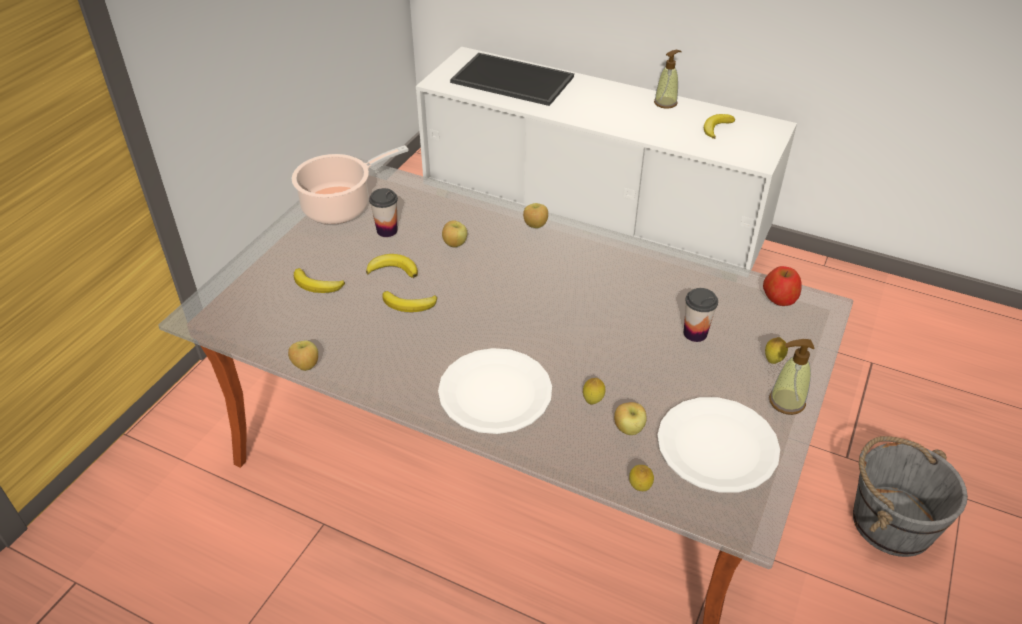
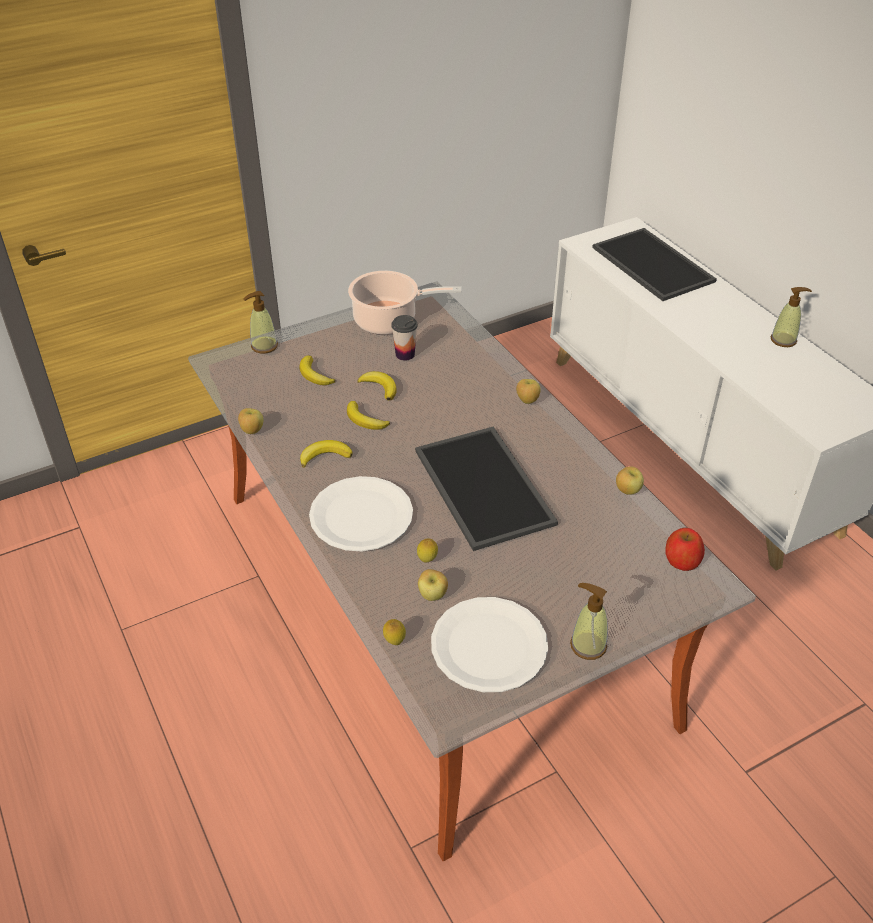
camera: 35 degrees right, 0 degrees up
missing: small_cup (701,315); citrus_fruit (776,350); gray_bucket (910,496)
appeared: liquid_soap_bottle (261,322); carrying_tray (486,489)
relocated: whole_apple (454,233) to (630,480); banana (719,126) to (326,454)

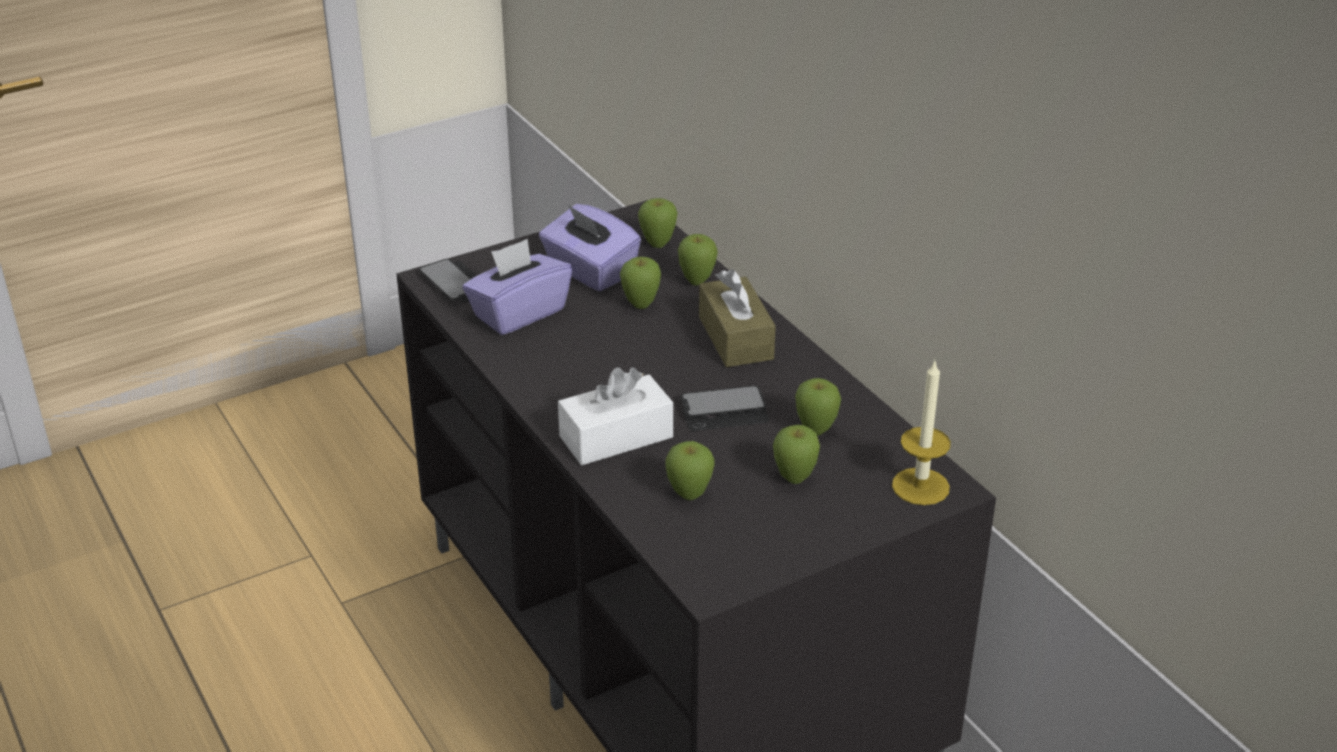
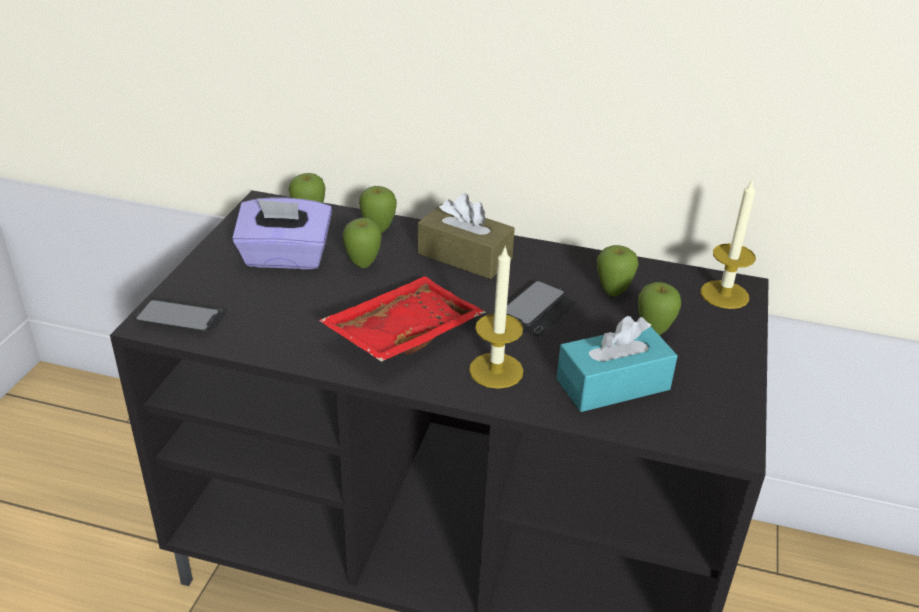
camera: 45 degrees left, 0 degrees up
missing: purple_tissue_holder (517,287)
appeared: red_carrying_tray (402,319)
exchanged: white_tissue_holder (615,416) to candle (496,317); whole_apple (689,470) to blue-green_tissue_holder (617,364)

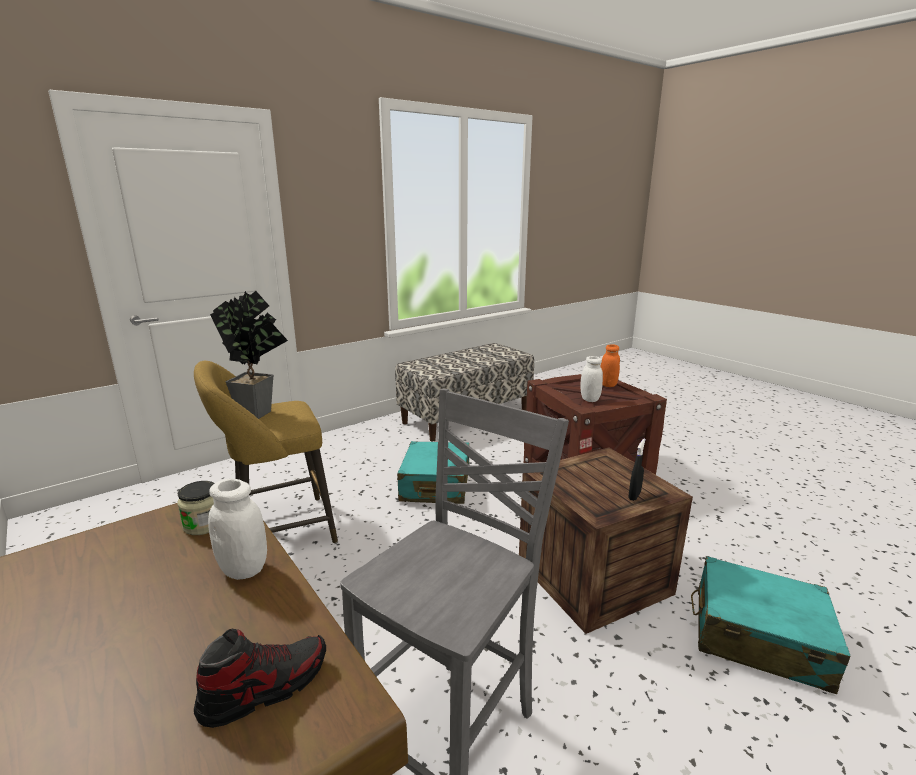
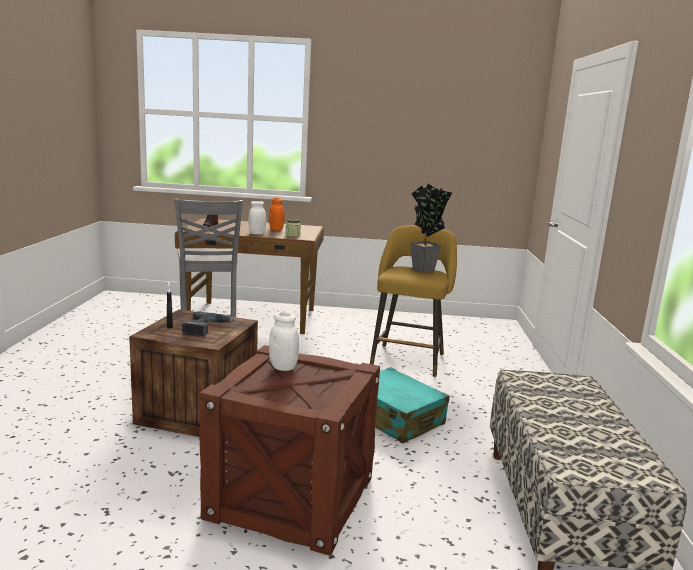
camera: 130 degrees right, 5 degrees down
missing: blue-green_travel_case (771,625)
appeared: drill (208,324)
relocated: orange-coloured_storage_jar (610,365) to (277,214)

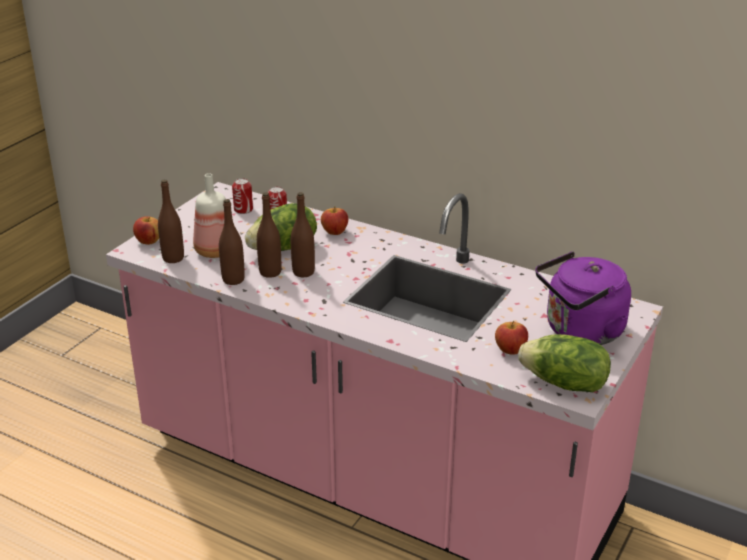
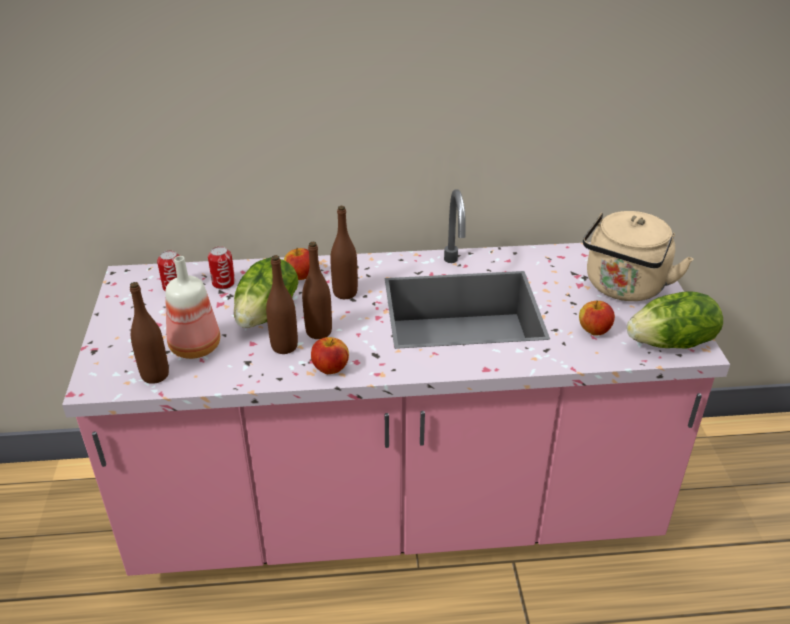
camera: 35 degrees left, 5 degrees up
relocated: whole_apple (146,230) to (330,355); brownish_beverage_bottle (232,242) to (344,252)
colour: purple_water_kettle (583,298) to beige_water_kettle (638,256)

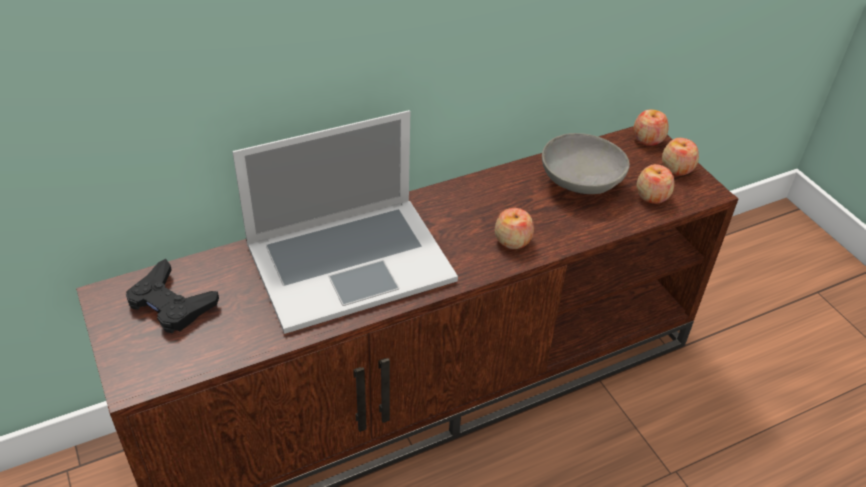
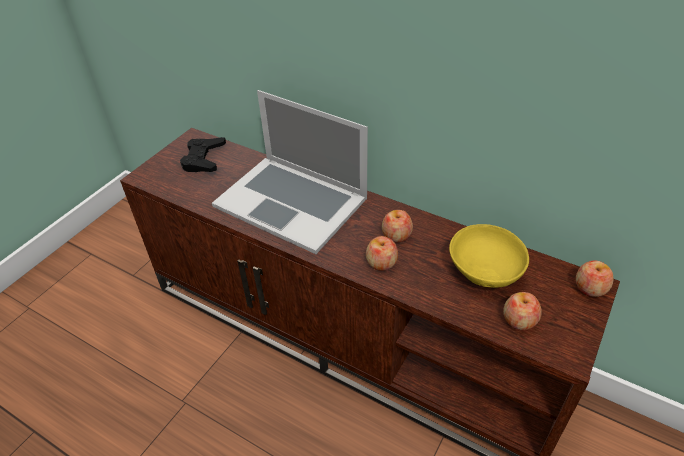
camera: 60 degrees right, 0 degrees up
relocated: whole_apple (680,156) to (397,226)
colour: gray_bowl (586,163) to yellowish_bowl (489,256)

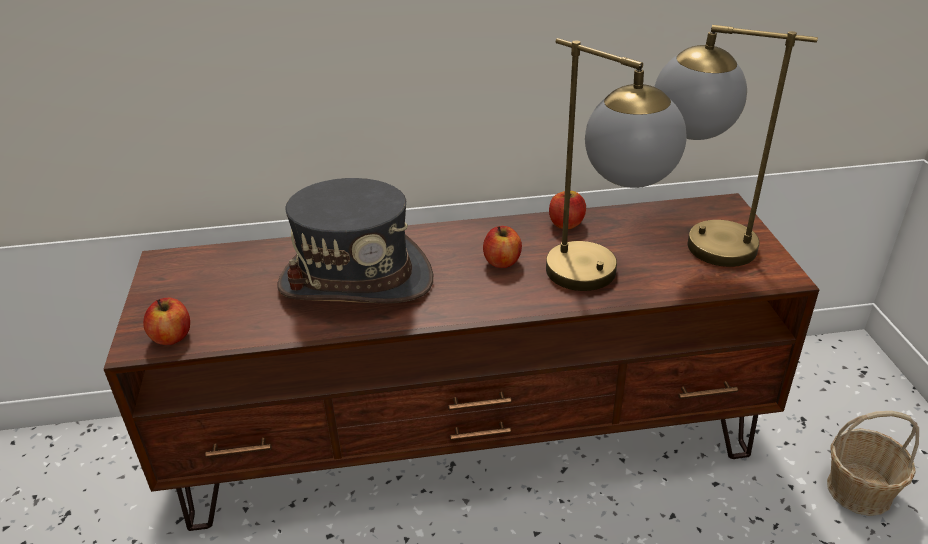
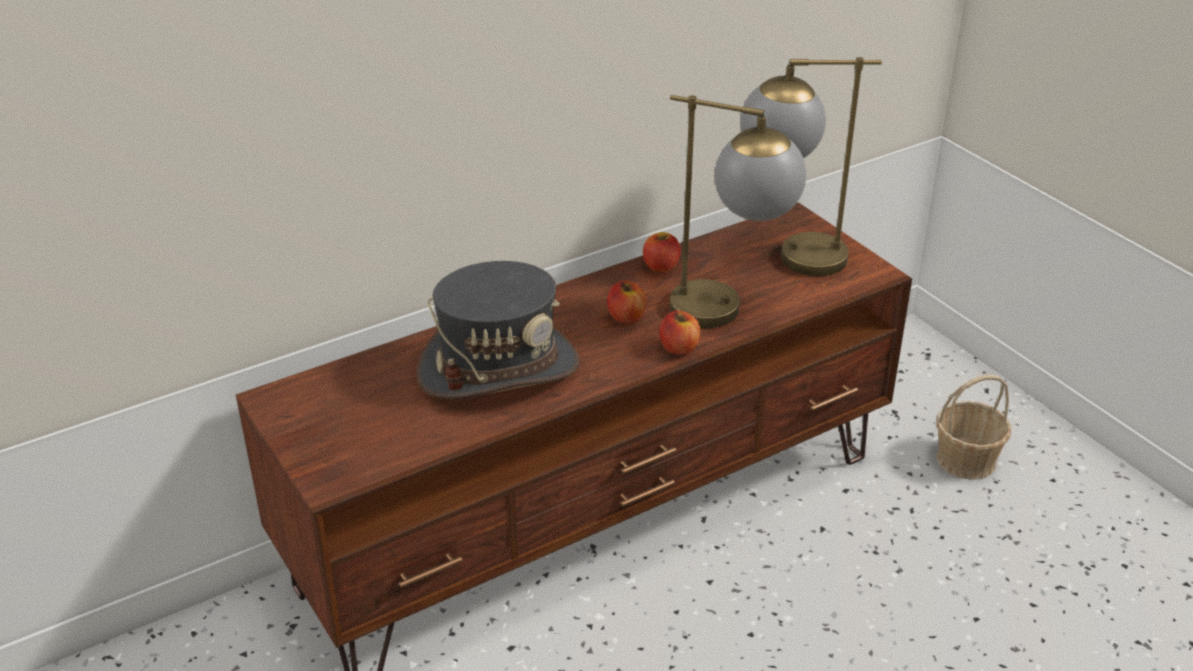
camera: 25 degrees left, 0 degrees up
relocated: whole_apple (166,321) to (679,333)

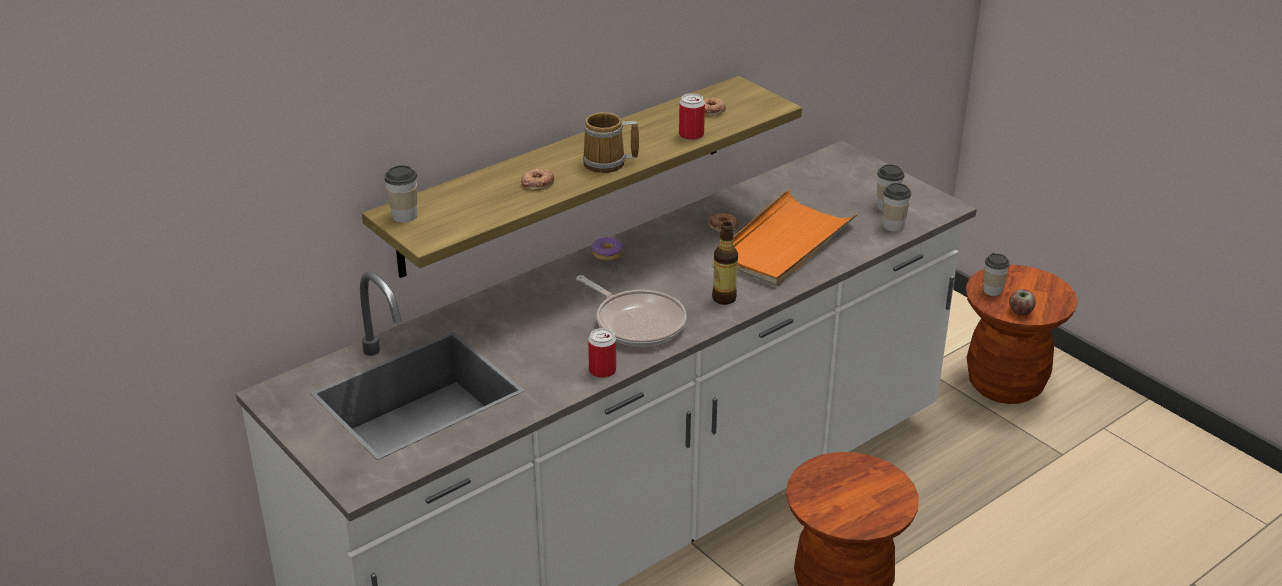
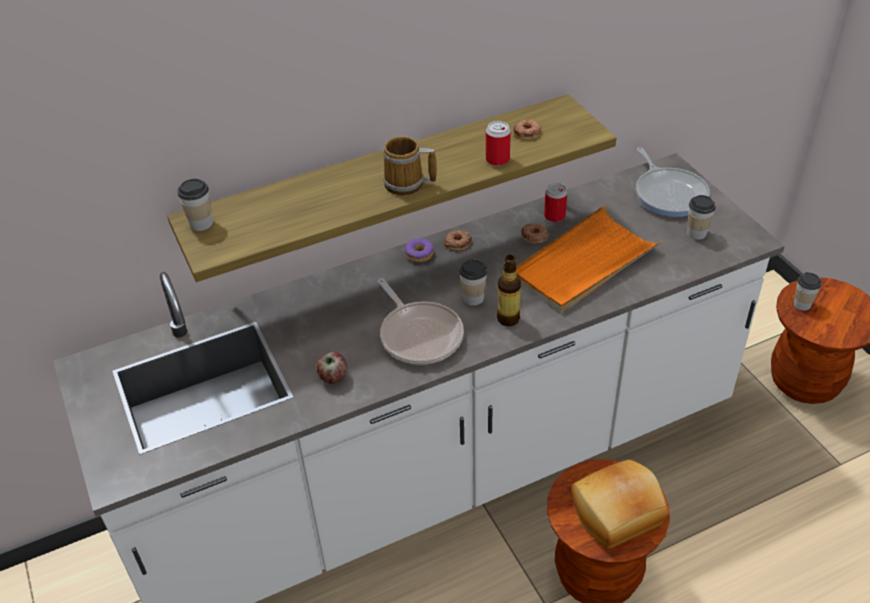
camera: 15 degrees right, 10 degrees up
appeared: bread (619,504); frying_pan (673,182)
relocated: doughnut (537,179) to (458,240); metal_can (602,353) to (555,202); small_cup (897,207) to (473,282); whole_apple (1022,302) to (332,368)

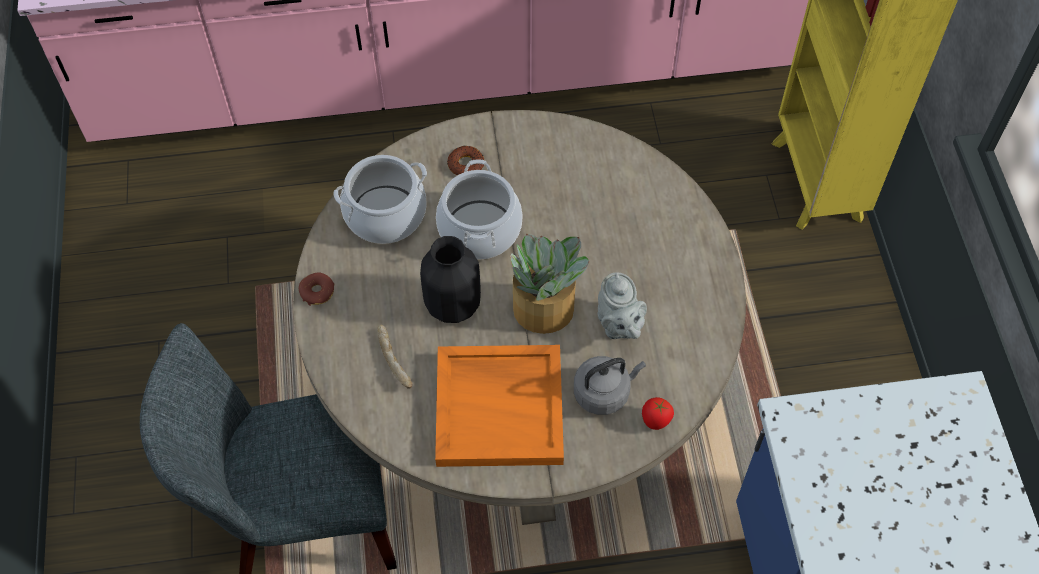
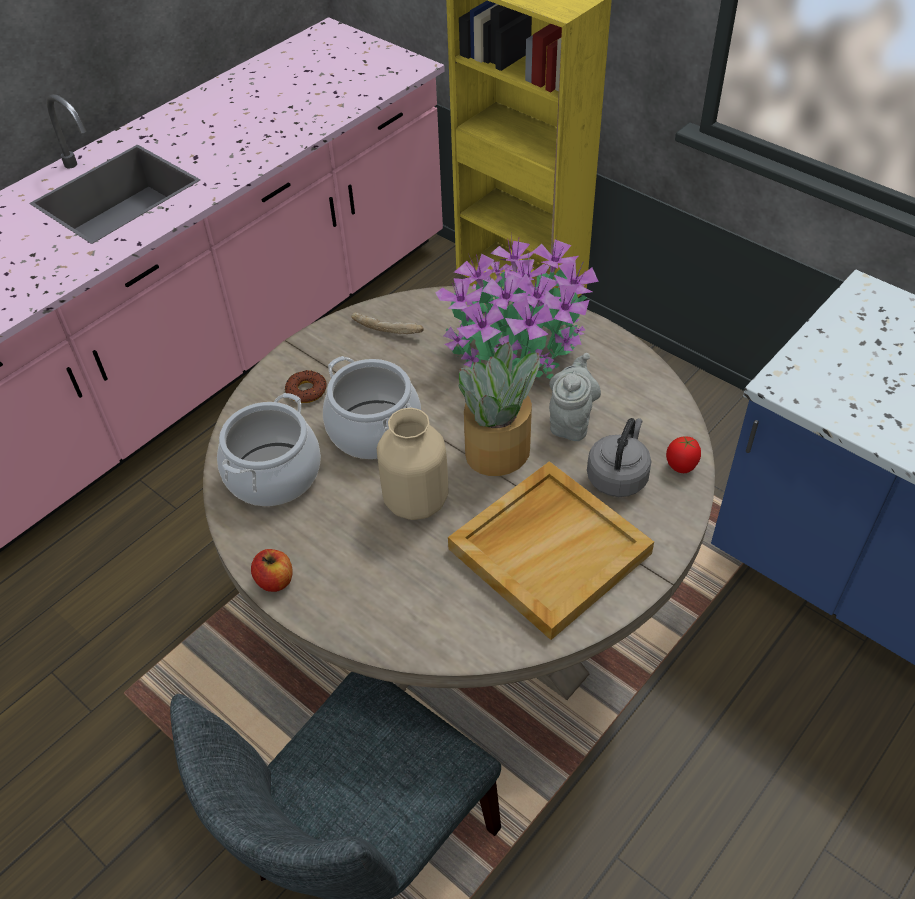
camera: 40 degrees left, 10 degrees down
appeared: plant_in_a_pot (517,307)
relocated: bread (395,356) to (387,323)
exchanged: doughnut (317,289) to whole_apple (272,570)
colour: blackish_vase (450,279) to beige_vase (412,464); orange-coloured_carrying_tray (499,406) to beige_carrying_tray (551,550)
spun: gray_teapot (622,306) = (575,397) 105 degrees counterclockwise

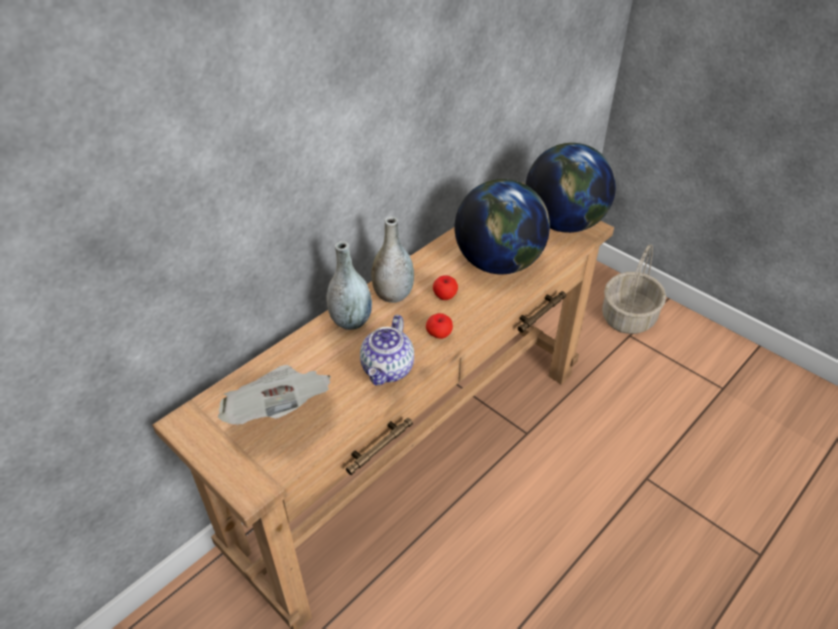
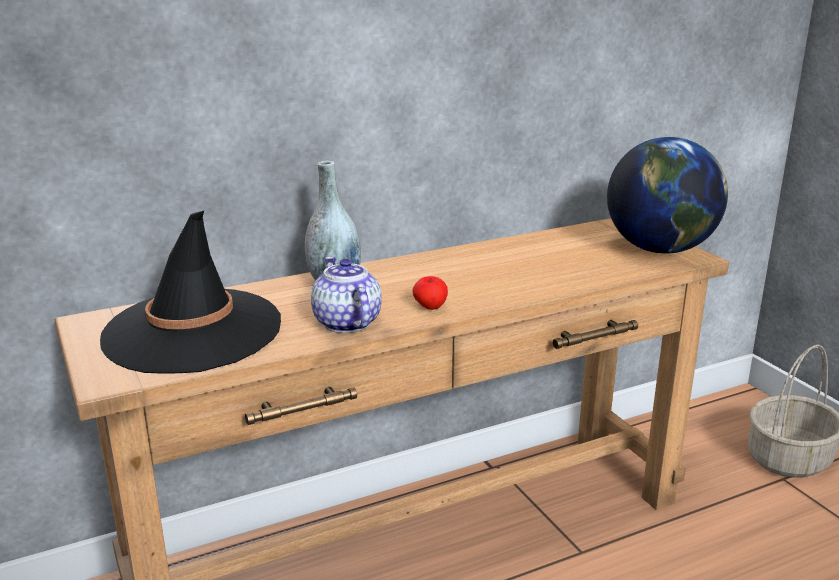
camera: 20 degrees right, 20 degrees down
missing: gray_vase (392,259); whole_apple (445,288); world_globe (502,226)
exchanged: printed_paper (274,395) to blackish_clothing_hat (190,292)
spun: teapot (387,350) = (346,295) 120 degrees clockwise

